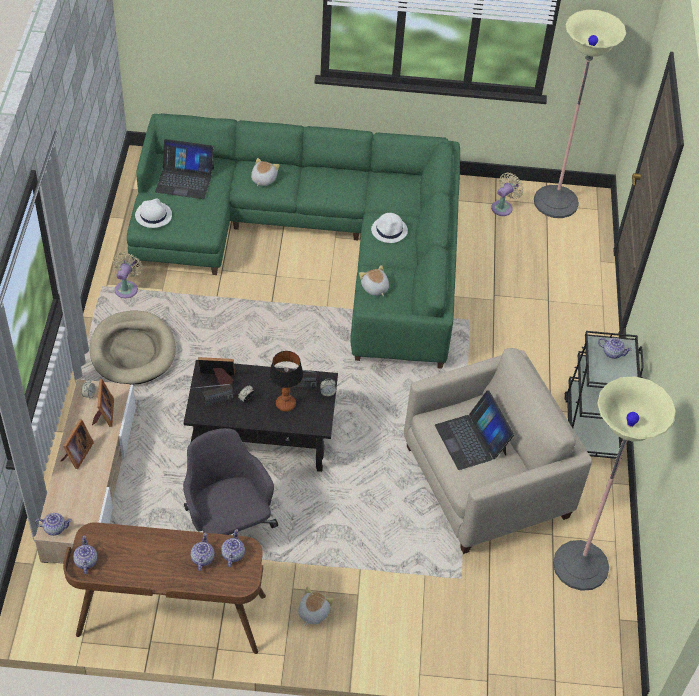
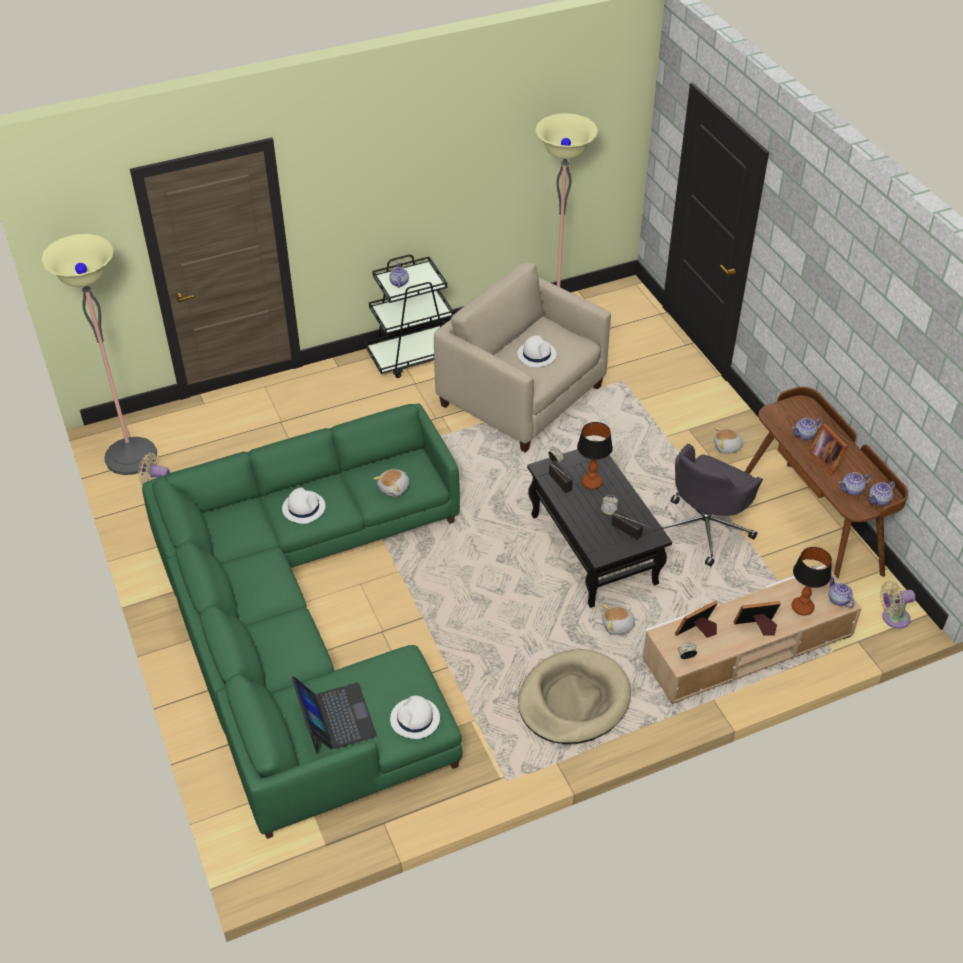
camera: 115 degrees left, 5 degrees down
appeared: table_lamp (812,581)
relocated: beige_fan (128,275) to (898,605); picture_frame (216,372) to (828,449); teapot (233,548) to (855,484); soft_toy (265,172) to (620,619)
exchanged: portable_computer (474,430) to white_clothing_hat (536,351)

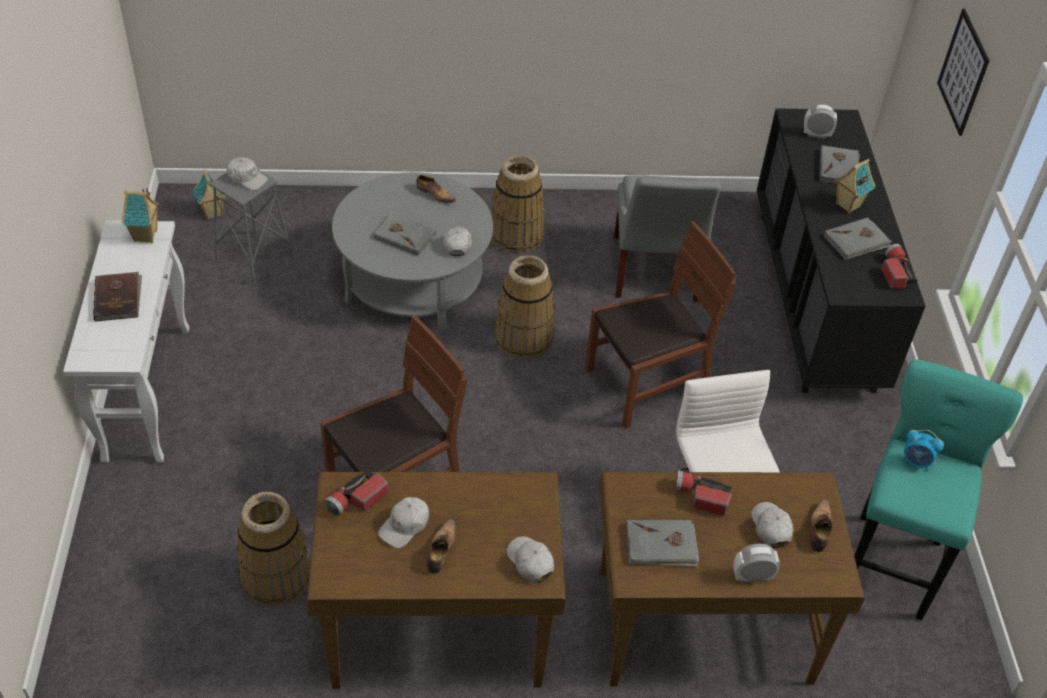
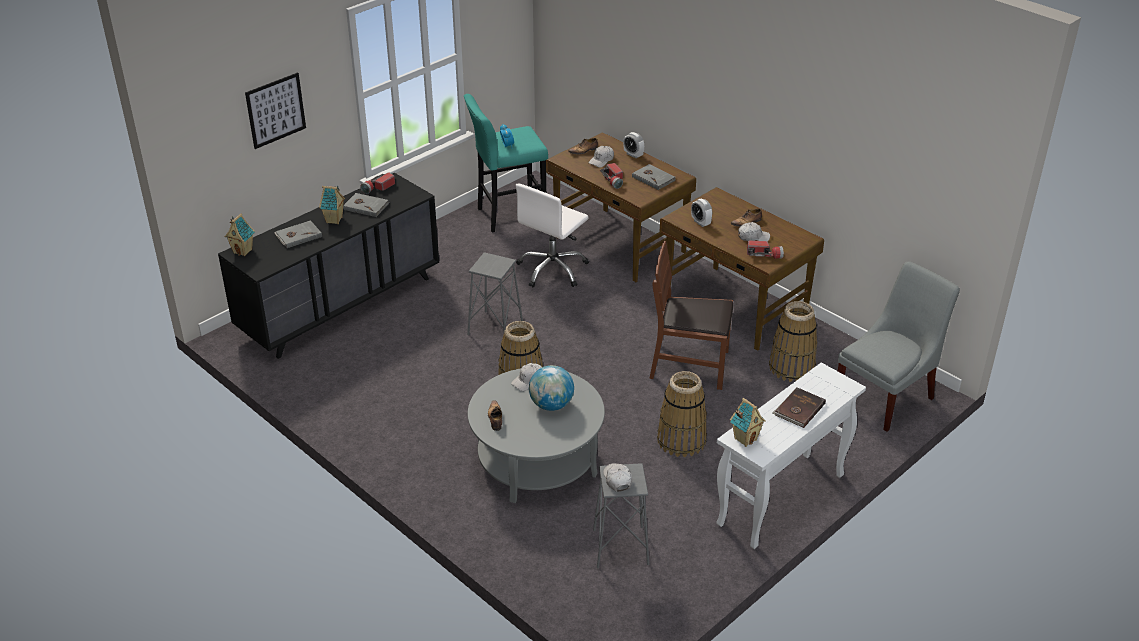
camera: 130 degrees left, 10 degrees down
missing: white_peaked_cap (530,559)
relocated: model_house (210,195) to (239,235); storage_basket (518,204) to (682,414); gray_chair (667,238) to (899,346); table_clock (820,121) to (701,213)
exchanged: gray_bound_book (405,234) to world_globe (551,388); brownish_chair (660,325) to gray_stool (495,293)

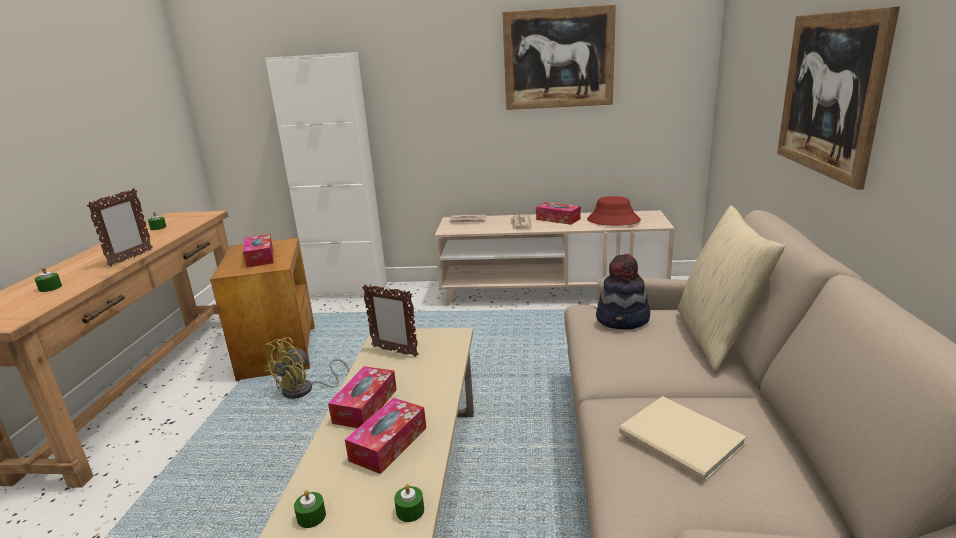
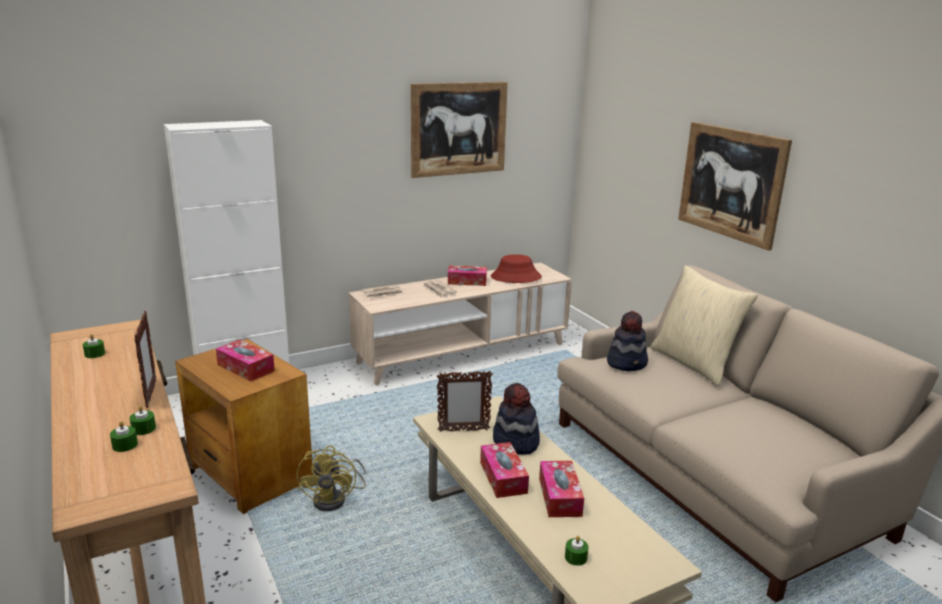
camera: 35 degrees left, 0 degrees up
missing: beige_bound_book (683,438)
appeared: clothing_hat (516,419)
relocated: green_candle (409,503) to (142,420)

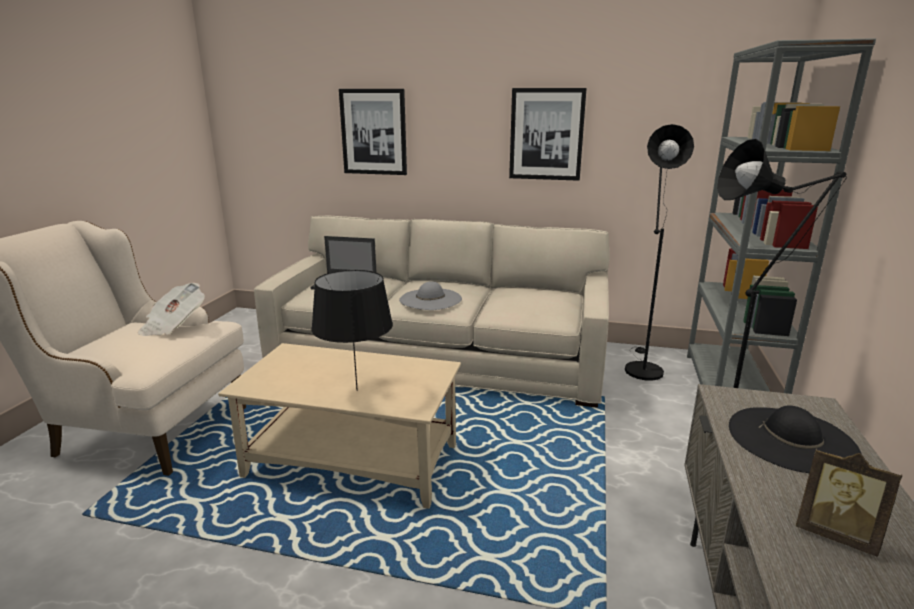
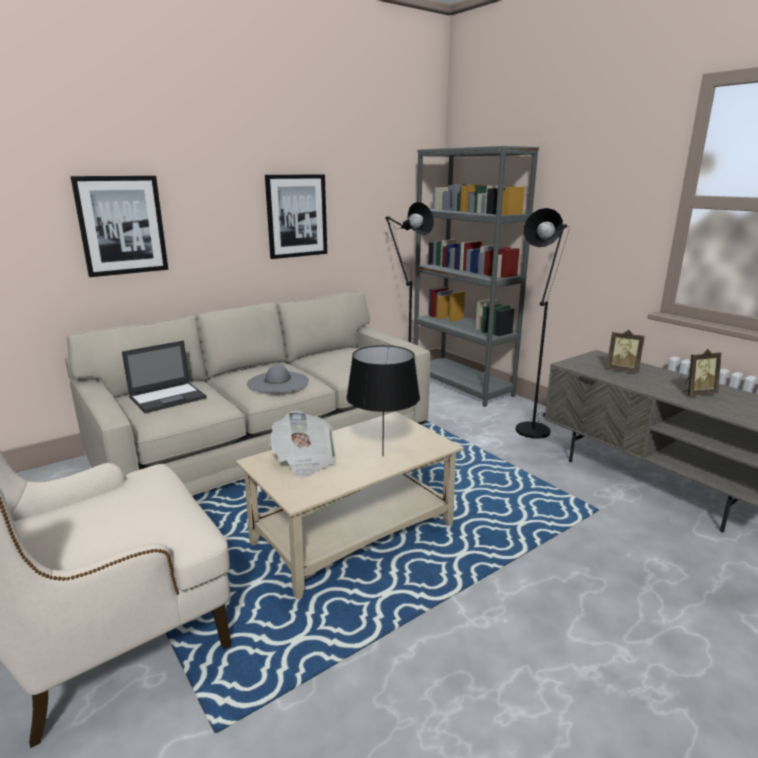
camera: 50 degrees left, 0 degrees up
relocated: printed_paper (171,309) to (302,444)
exchanged: blackish_clothing_hat (795,439) to picture_frame (625,351)

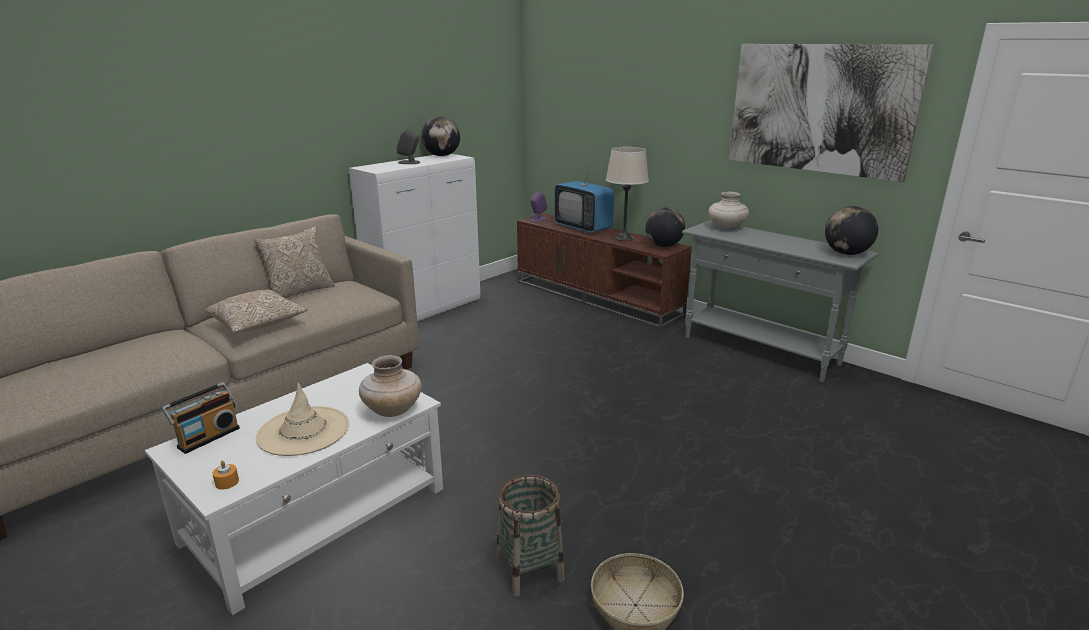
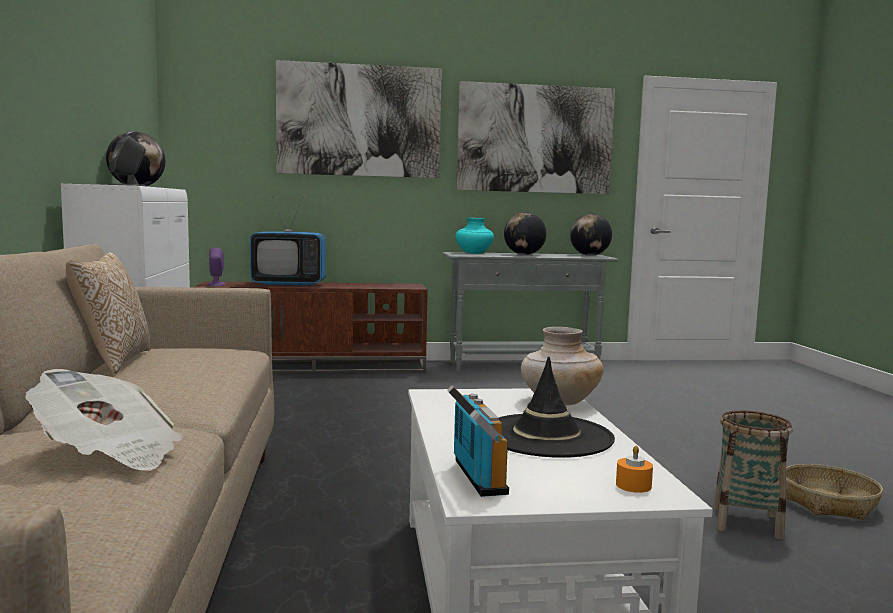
camera: 50 degrees left, 15 degrees down
missing: pillow (256,311); beige_table_lamp (627,194)
appeared: printed_paper (104,420); wall_art (359,119)
relocated: world_globe (665,227) to (525,233)
colour: beige_clothing_hat (302,419) to blackish_clothing_hat (556,407); beige_vase (728,211) to blue-green_vase (474,236)

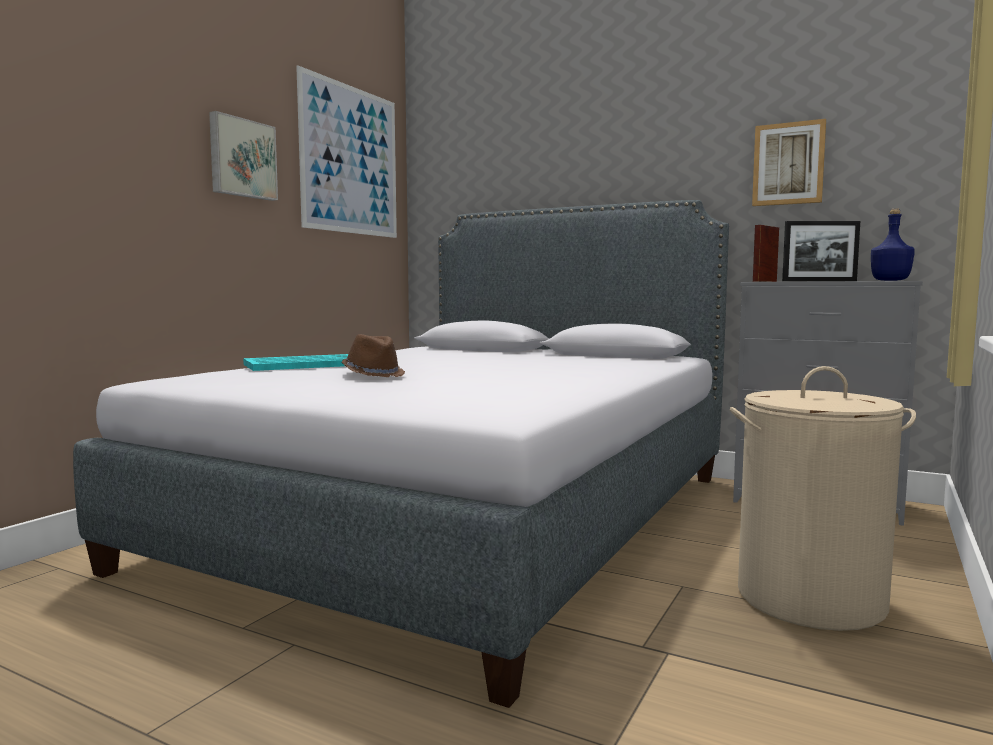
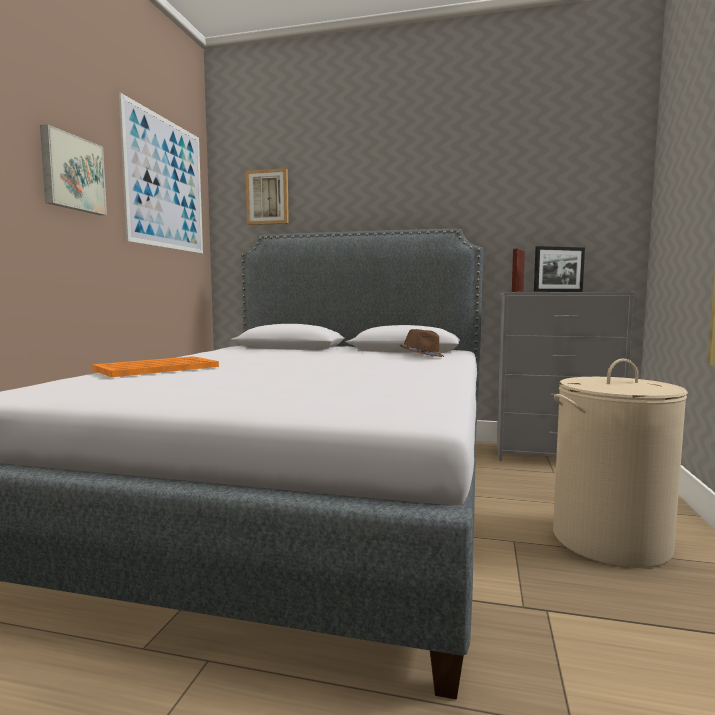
camera: 15 degrees left, 0 degrees up
missing: blue_beverage_bottle (893,245)
relocated: brownish_clothing_hat (373,355) to (422,343); wall_art (789,162) to (267,196)
colour: blue-green_carrying_tray (295,362) to orange-coloured_carrying_tray (155,366)

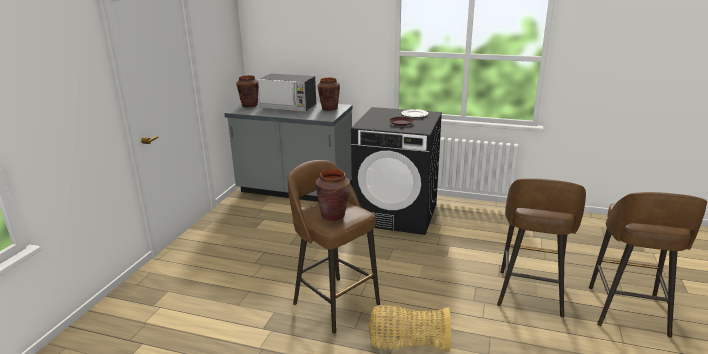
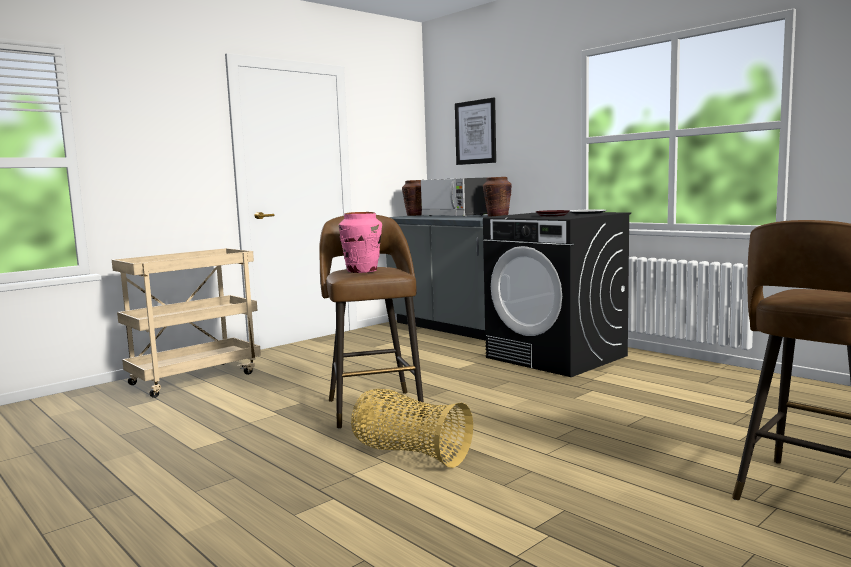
camera: 30 degrees right, 15 degrees down
missing: brownish_stool (541,248)
appeared: beige_trolley (186,323); wall_art (475,131)
colour: brownish_vase (332,195) to pink-coloured_vase (360,242)

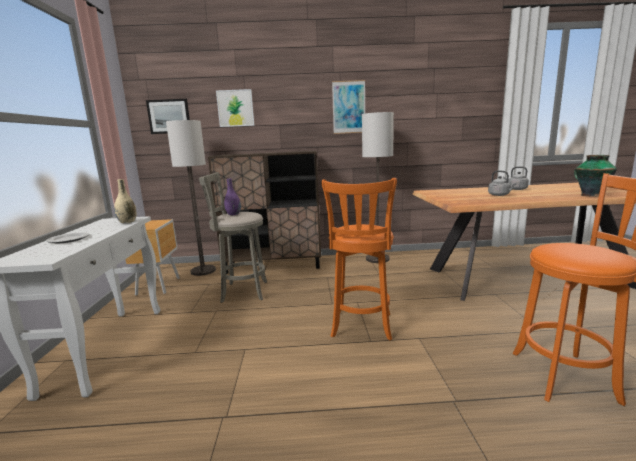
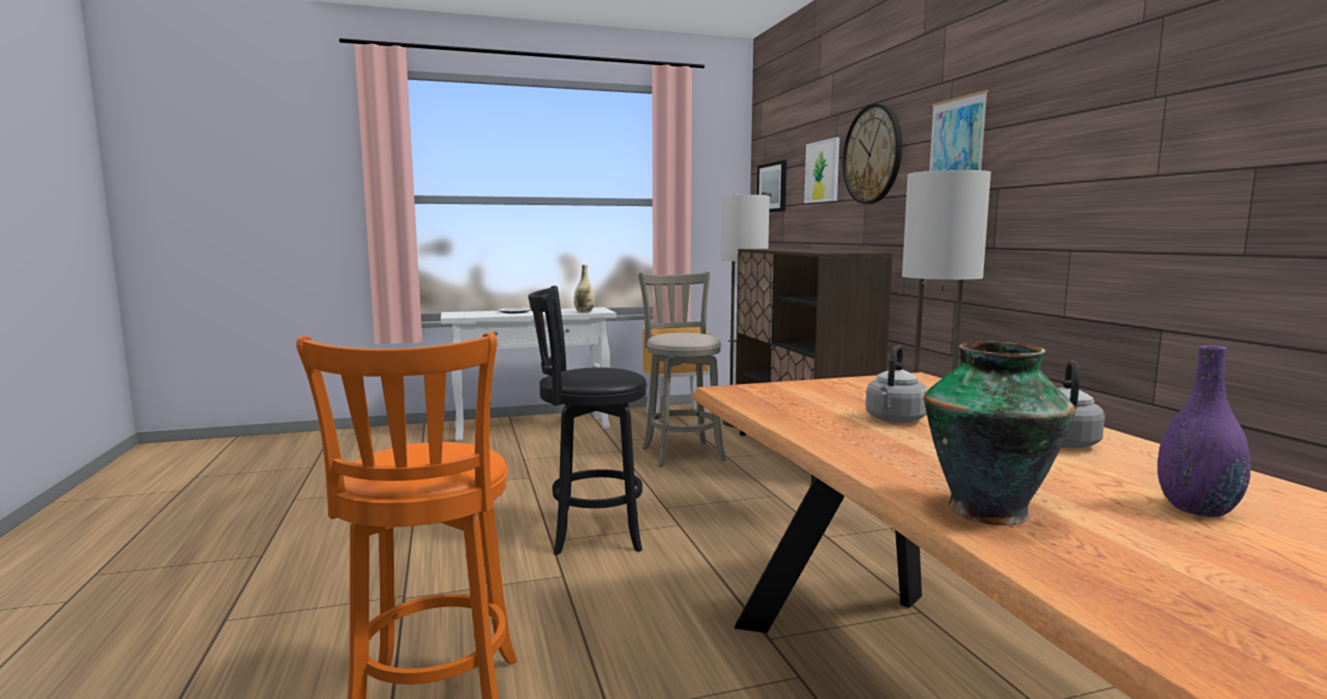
camera: 75 degrees right, 5 degrees down
appeared: clock_on_the_wall (872,154)
relocated: purple_vase (232,197) to (1204,431)
colour: orange-coloured_stool (359,259) to blackish_stool (587,420)

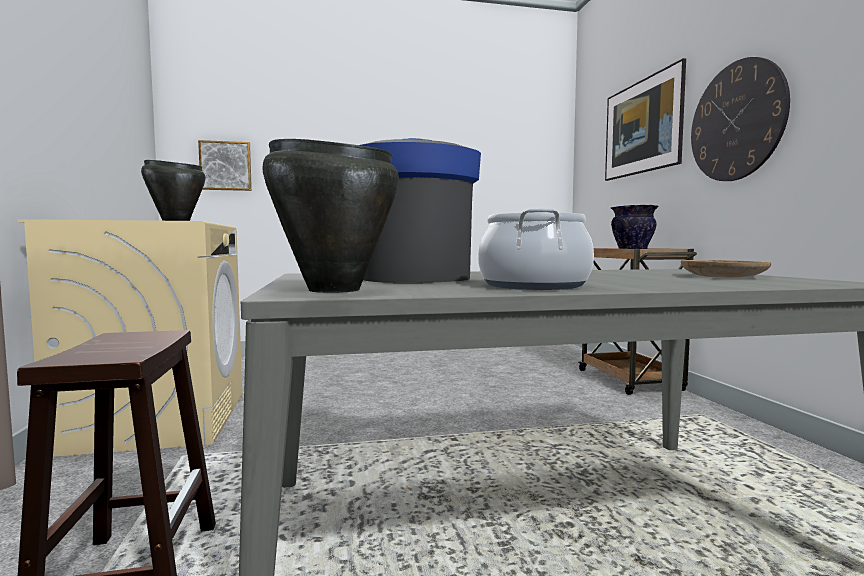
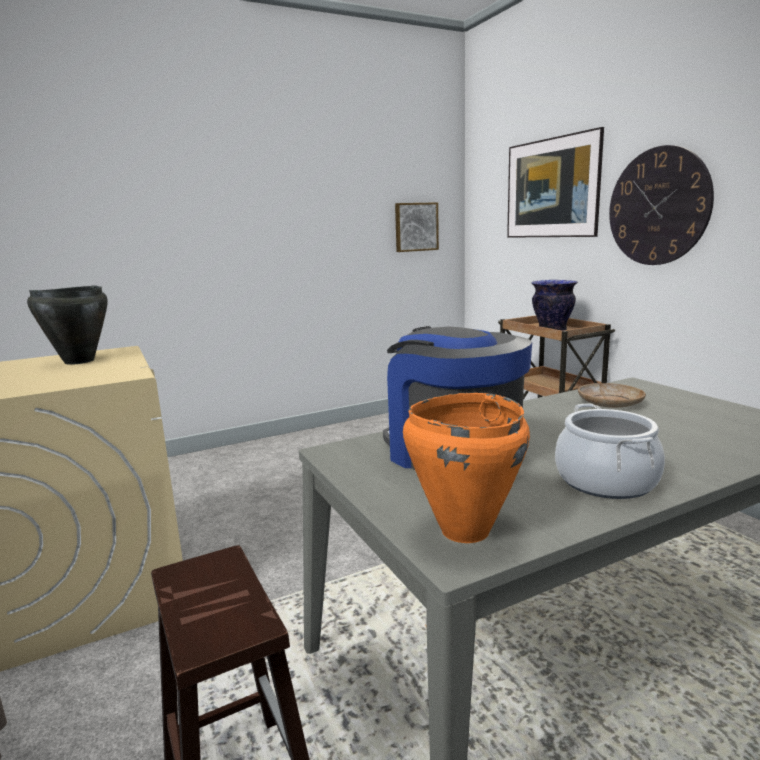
camera: 15 degrees left, 10 degrees up
relocated: wall_art (225,165) to (417,227); beige_flat_dish (726,268) to (612,395)
colour: blackish_stockpot (330,216) to orange-coloured_stockpot (466,468)

